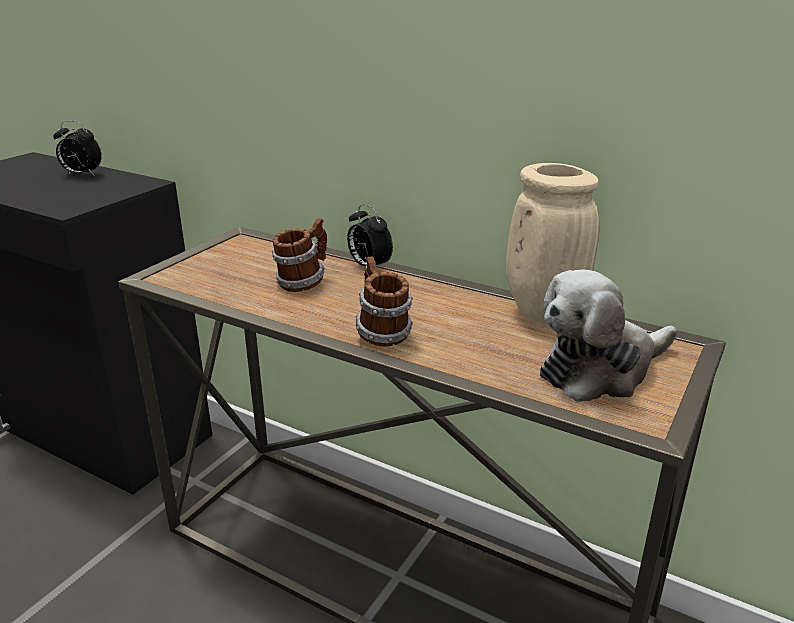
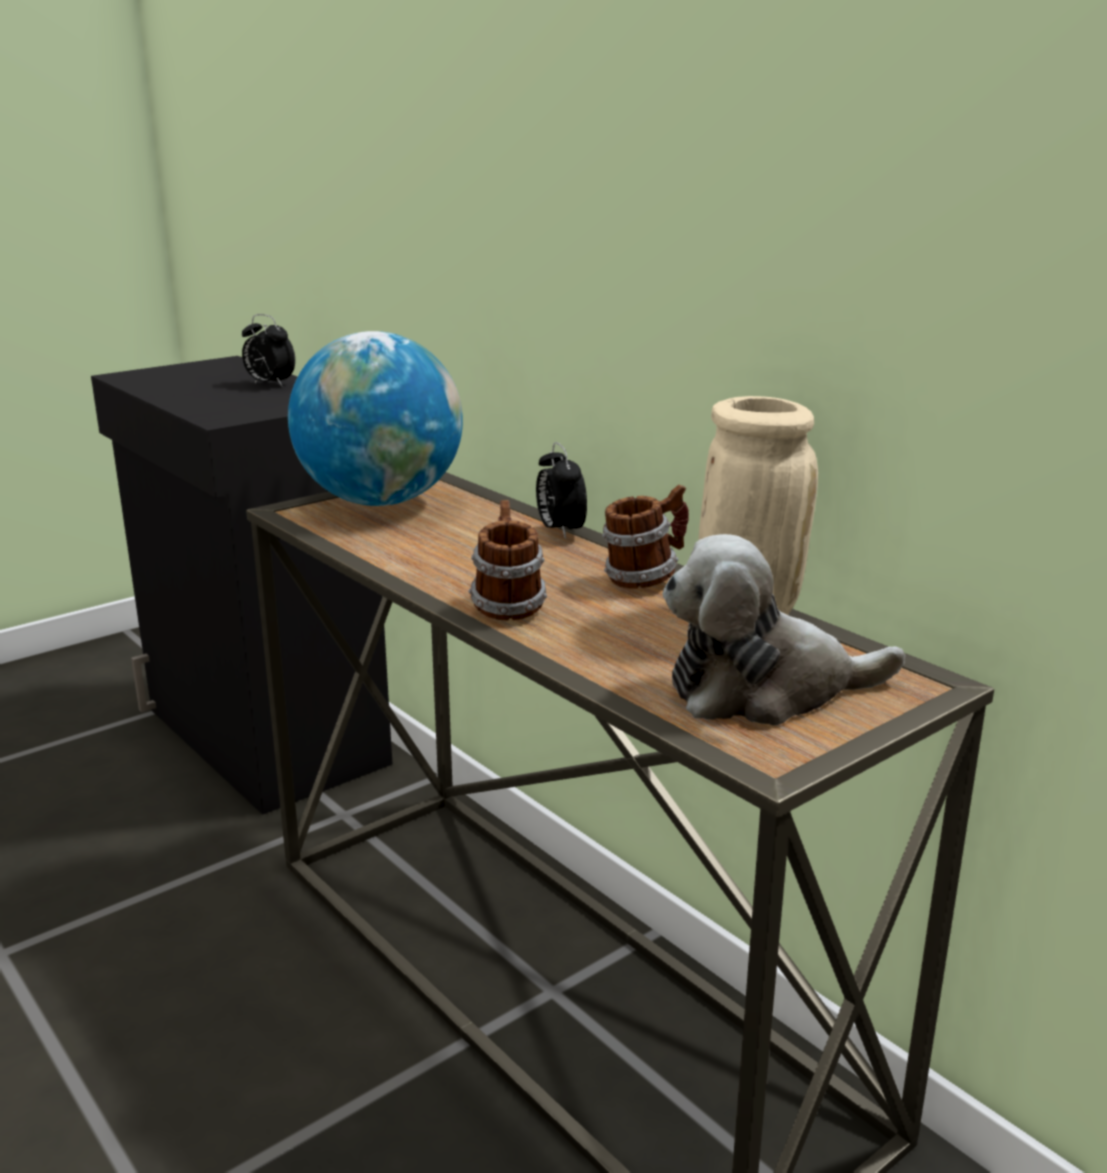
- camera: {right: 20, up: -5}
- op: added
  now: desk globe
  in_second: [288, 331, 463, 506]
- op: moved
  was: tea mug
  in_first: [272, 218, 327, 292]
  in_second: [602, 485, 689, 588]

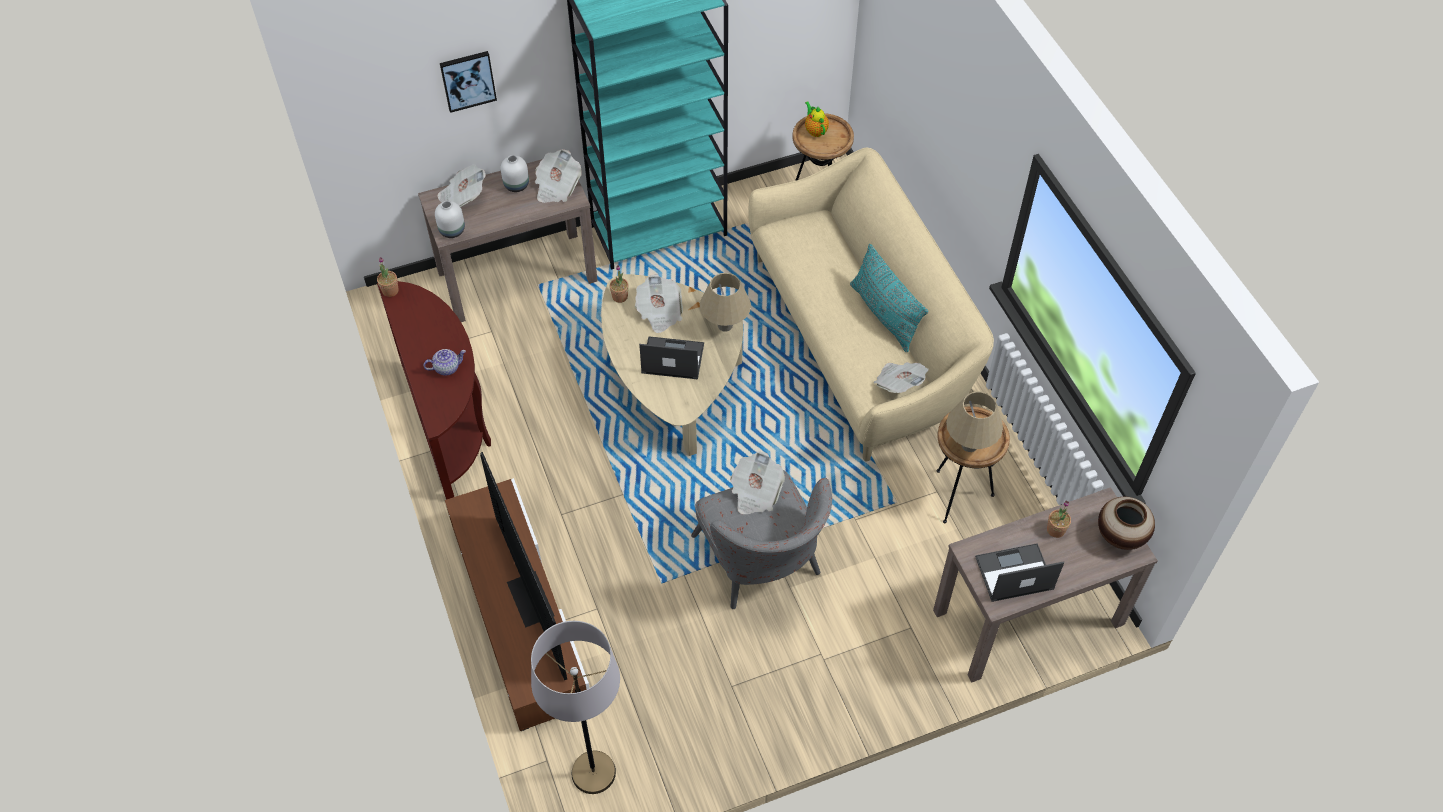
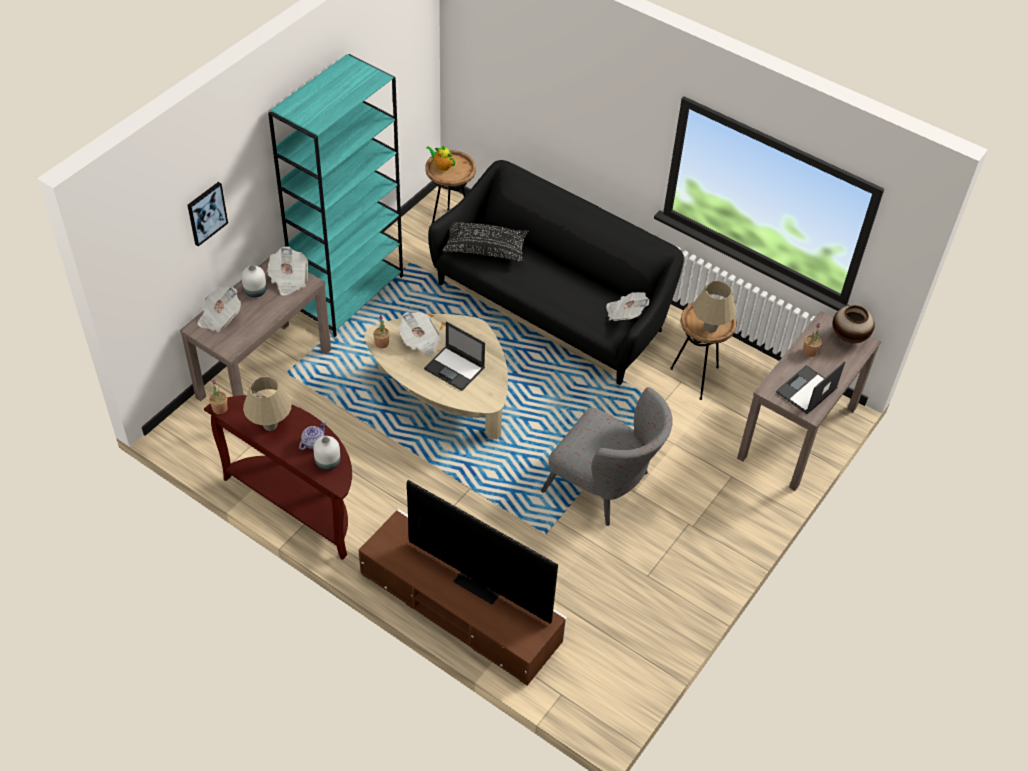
- camera: {right: -35, up: -5}
- op: removed
  was: greyish standard lamp
  in_first: [531, 621, 620, 794]
- op: removed
  was: daily paper
  in_first: [730, 452, 785, 514]
- op: removed
  was: turquoise pillow
  in_first: [850, 244, 928, 352]
- op: added
  now: black-coloured pillow
  in_second: [442, 221, 529, 262]
- op: moved
  was: whitish decorative vase
  in_first: [435, 201, 465, 238]
  in_second: [313, 436, 341, 470]
- op: moved
  was: beige tabletop lamp
  in_first: [700, 273, 751, 332]
  in_second: [243, 376, 292, 431]
- op: recoloured
  was: beige sofa
  now: black-coloured sofa
  in_first: [748, 148, 994, 461]
  in_second: [428, 160, 684, 385]
- op: turned
  was: laptop
  in_first: [639, 336, 704, 379]
  in_second: [424, 321, 485, 391]
  clockwise: -120

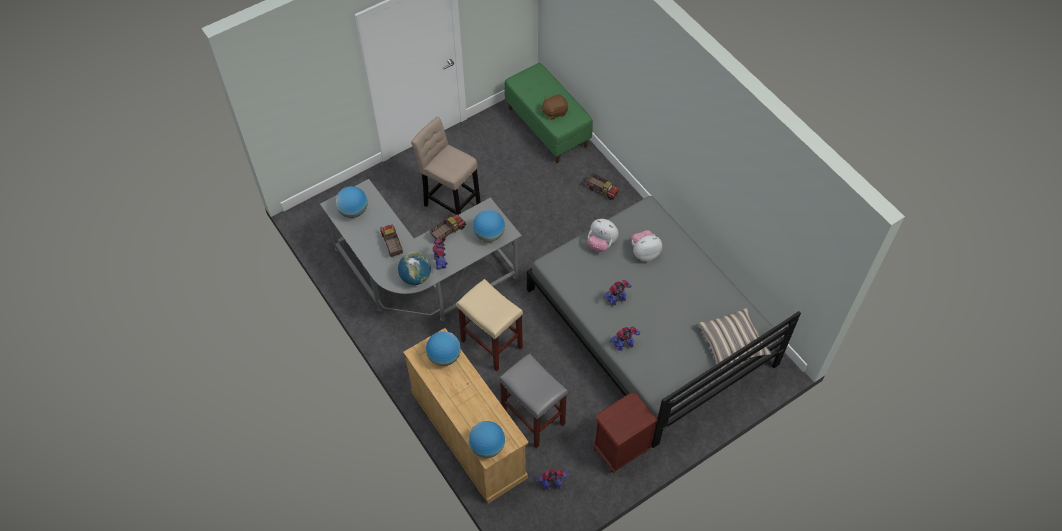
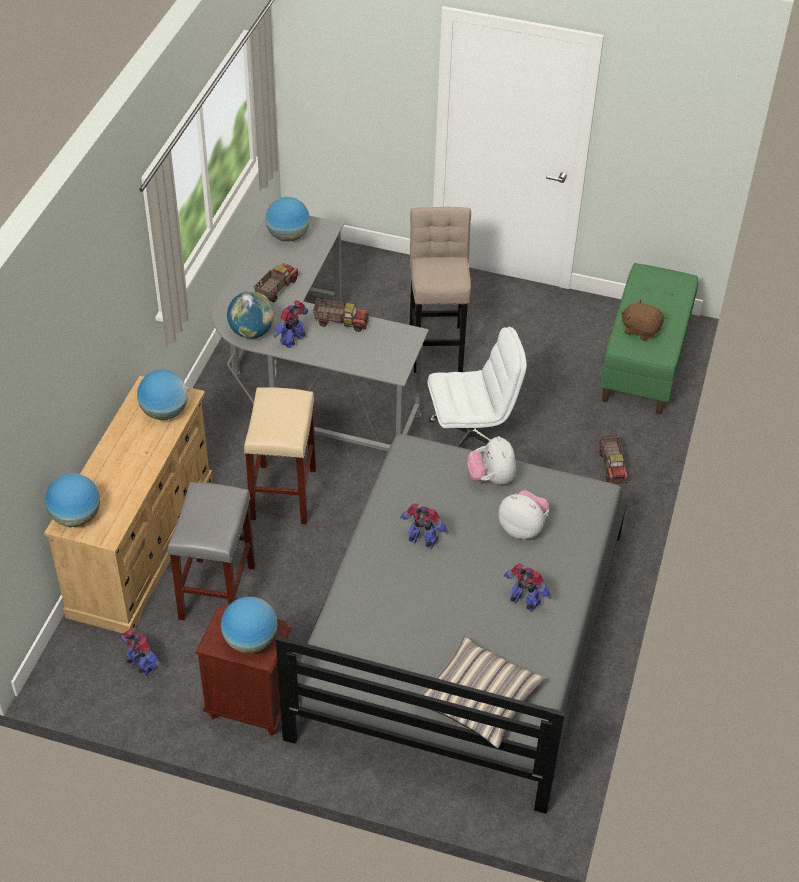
- camera: {right: 50, up: -10}
- op: added
  now: whitish desk chair
  in_second: [427, 327, 527, 447]
- op: moved
  was: desk globe
  in_first: [473, 210, 505, 242]
  in_second: [221, 597, 278, 653]
- op: moved
  was: toy robot
  in_first: [609, 326, 641, 351]
  in_second: [504, 563, 552, 612]

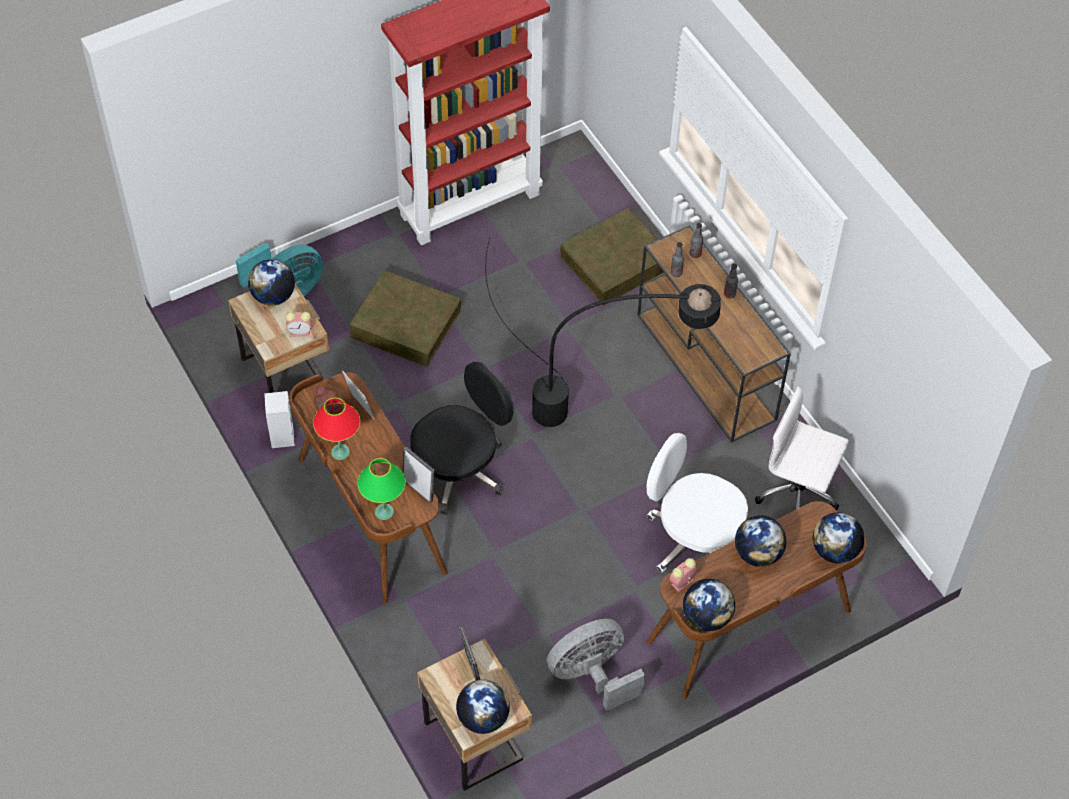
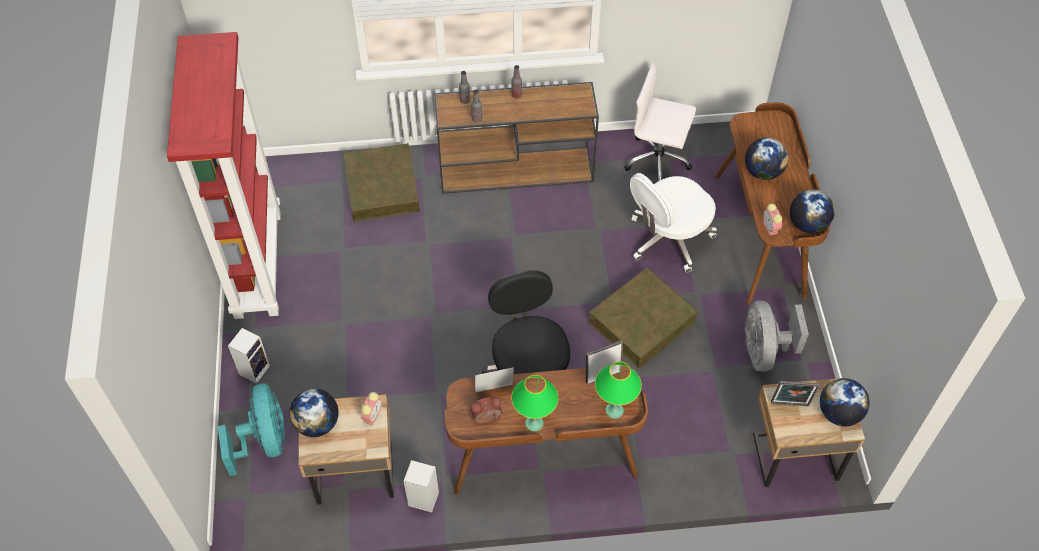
- camera: {right: -65, up: 0}
- op: removed
  was: black-coloured standard lamp
  in_first: [485, 237, 721, 427]
- op: removed
  was: desk globe
  in_first: [813, 512, 864, 564]
- op: added
  now: loudspeaker
  in_second: [228, 328, 270, 384]
- op: moved
  was: brown storage bin
  in_first: [349, 270, 461, 367]
  in_second: [589, 268, 698, 369]
- op: recoloured
  was: reddish tabletop lamp
  now: green tabletop lamp
  in_first: [313, 397, 360, 460]
  in_second: [511, 375, 558, 431]
- op: turned
  was: whitish desk chair
  in_first: [755, 387, 849, 511]
  in_second: [624, 63, 696, 181]
  clockwise: 60

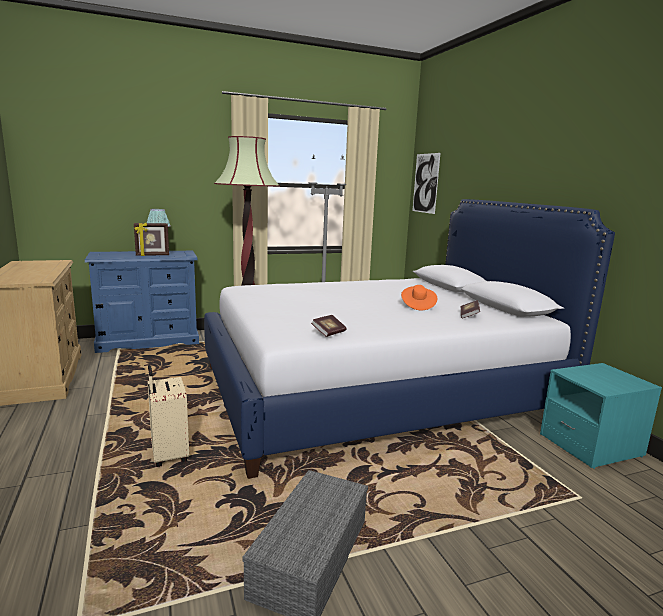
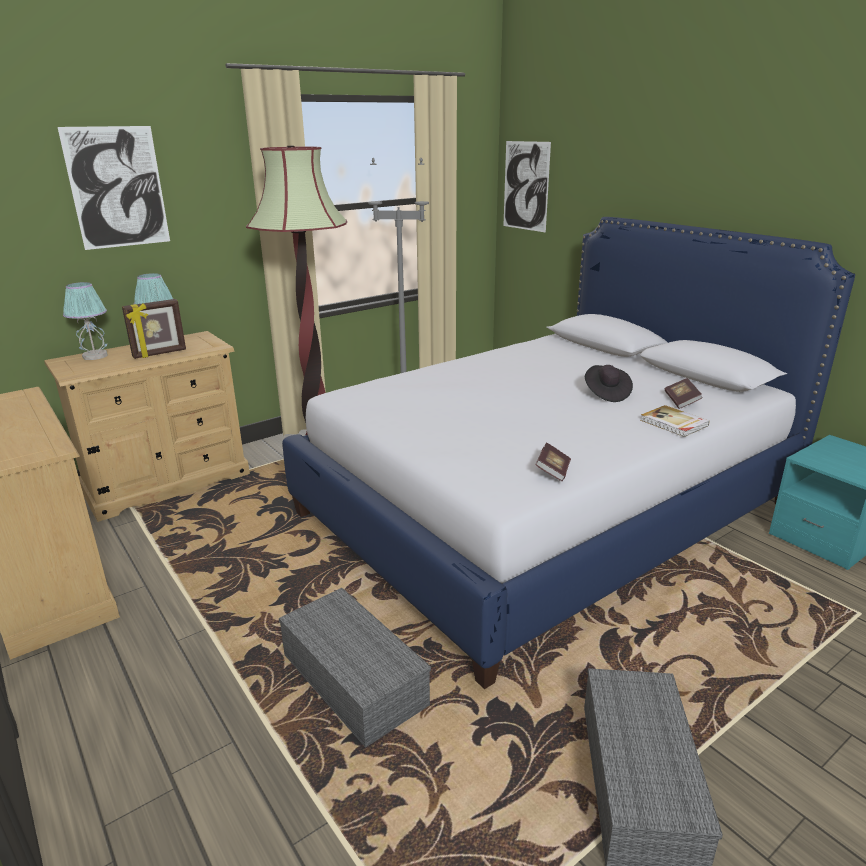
- camera: {right: -15, up: 10}
- op: added
  now: wall picture
  in_second: [57, 126, 170, 250]
- op: added
  now: tabletop lamp
  in_second: [63, 282, 107, 360]
- op: added
  now: bound book
  in_second: [640, 405, 709, 437]
- op: replaced
  was: beige piece of luggage
  now: greyish storage bin
  in_first: [148, 365, 189, 467]
  in_second: [279, 588, 431, 748]
- op: recoloured
  was: blue-coloured dresser
  now: beige dresser
  in_first: [85, 251, 199, 353]
  in_second: [44, 331, 250, 522]
- op: recoloured
  was: orange-coloured clothing hat
  now: black-coloured clothing hat
  in_first: [401, 285, 437, 310]
  in_second: [585, 365, 633, 402]

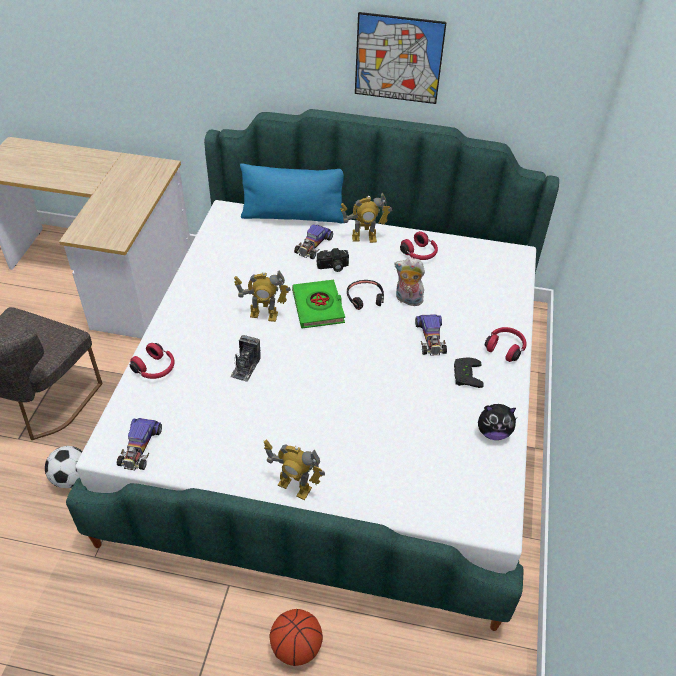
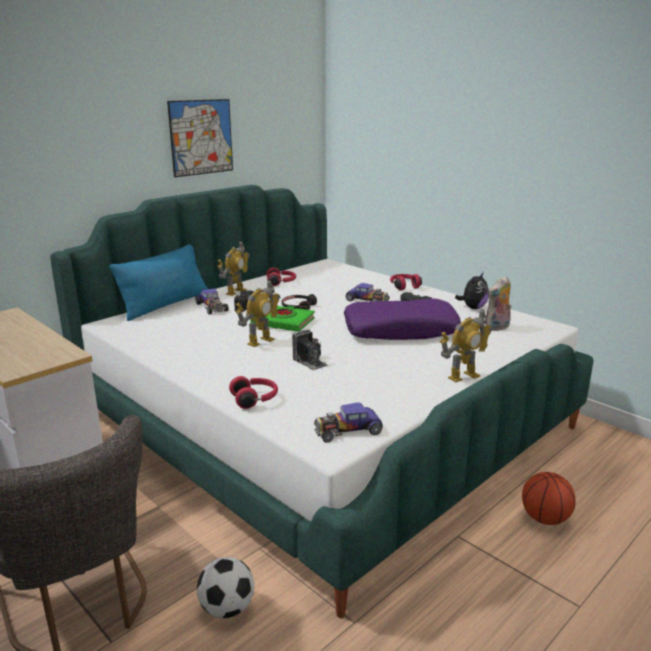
- camera: {right: -55, up: -25}
- op: added
  now: purple-coloured pillow
  in_second: [344, 299, 461, 340]
- op: moved
  was: soft toy
  in_first: [394, 257, 425, 306]
  in_second: [485, 276, 511, 331]
- op: turned
  was: toy car
  in_first: [117, 418, 162, 471]
  in_second: [314, 402, 383, 443]
  clockwise: 120

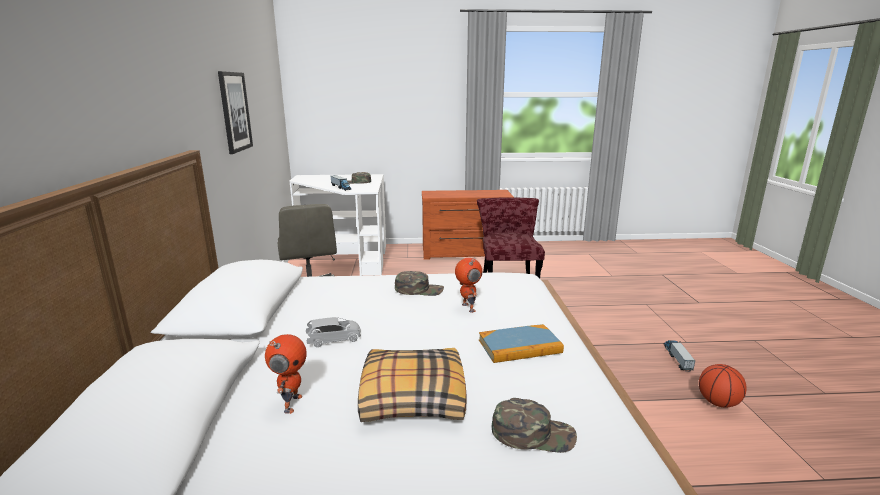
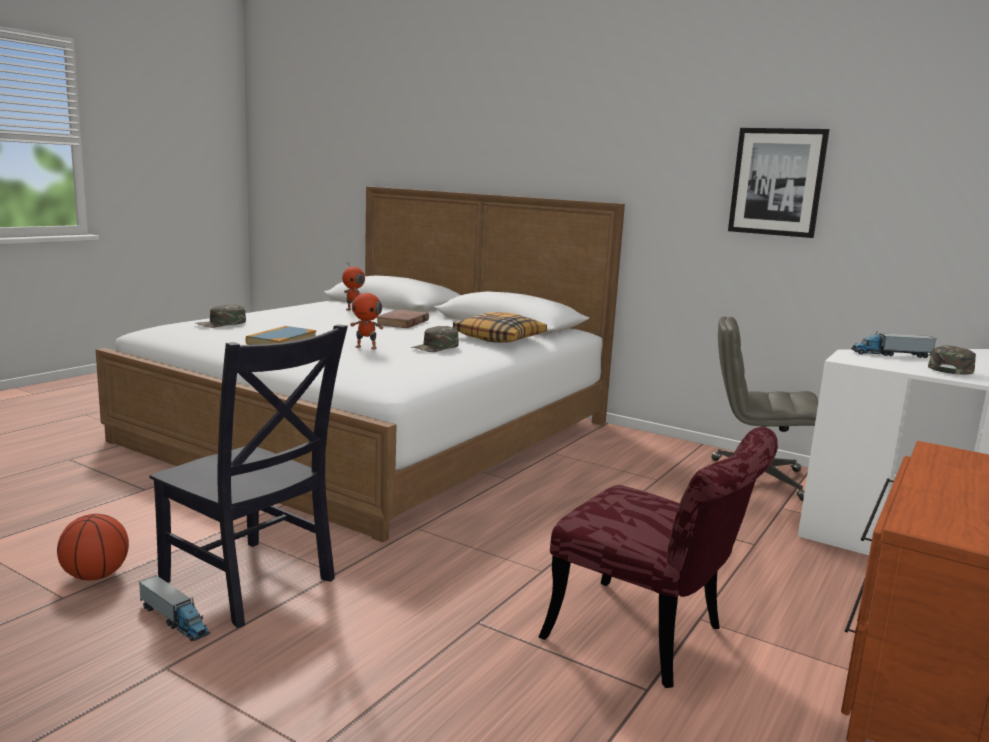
- camera: {right: 125, up: -5}
- op: added
  now: black-coloured chair
  in_second: [149, 324, 348, 628]
- op: moved
  was: pillow
  in_first: [358, 348, 467, 422]
  in_second: [453, 312, 547, 343]
- op: replaced
  was: greyish toy car
  now: brown bound book
  in_first: [306, 317, 361, 347]
  in_second: [376, 309, 429, 328]

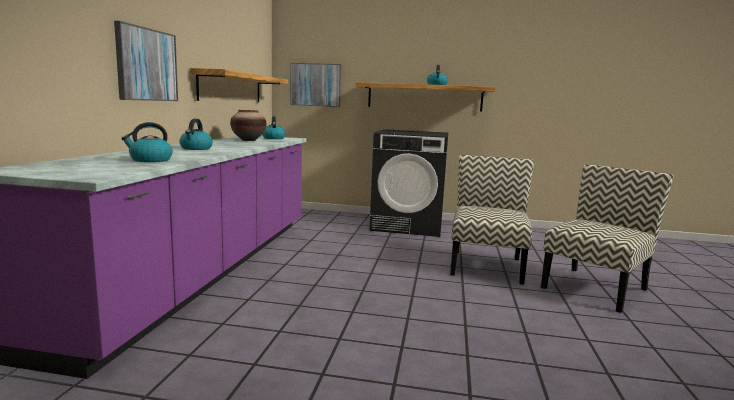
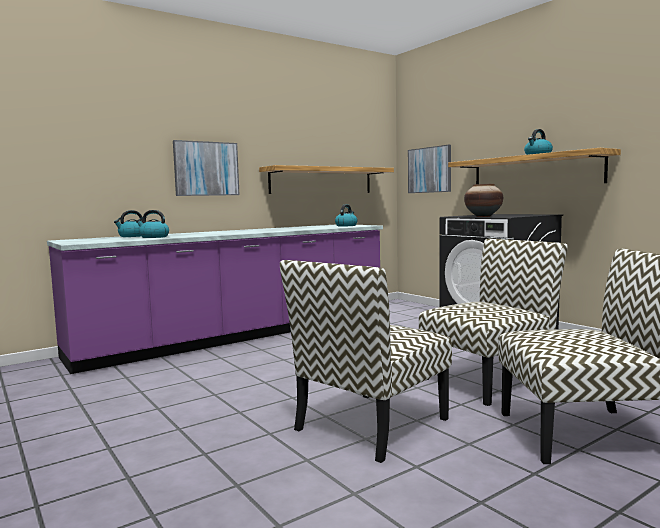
- camera: {right: 45, up: -5}
- op: added
  now: chair
  in_second: [280, 260, 452, 463]
- op: moved
  was: water kettle
  in_first: [179, 119, 213, 150]
  in_second: [114, 210, 142, 237]
- op: moved
  was: decorative vase
  in_first: [230, 110, 267, 141]
  in_second: [464, 184, 503, 217]

